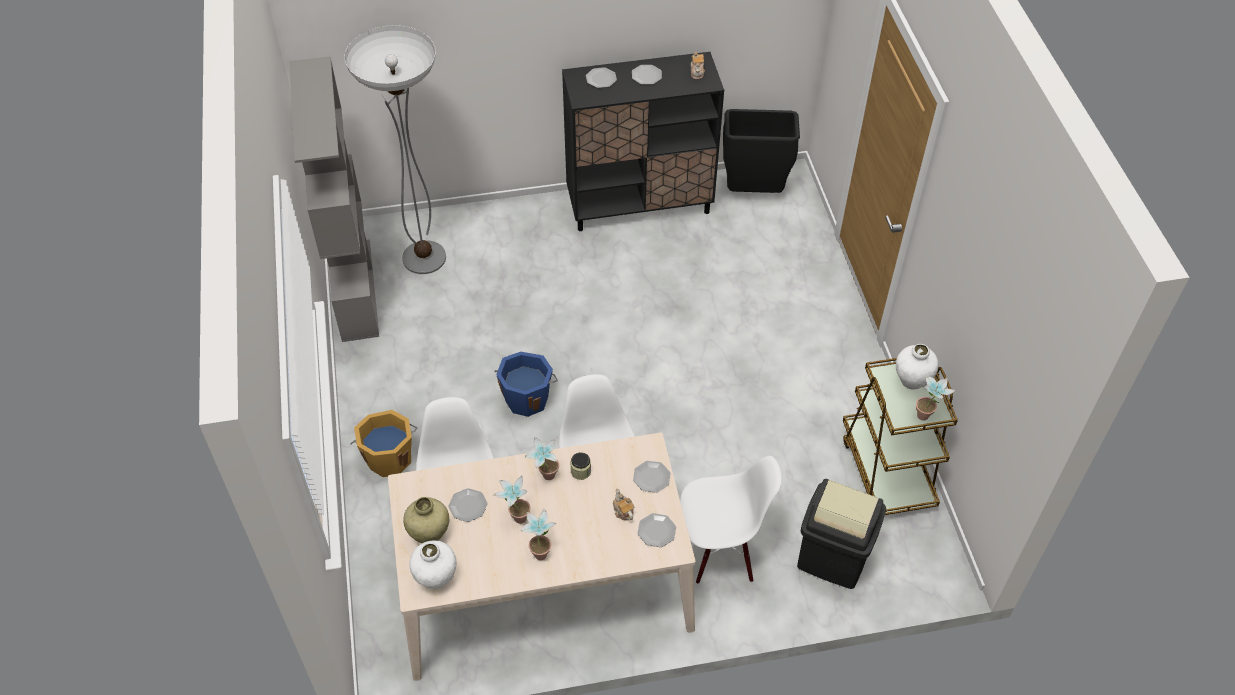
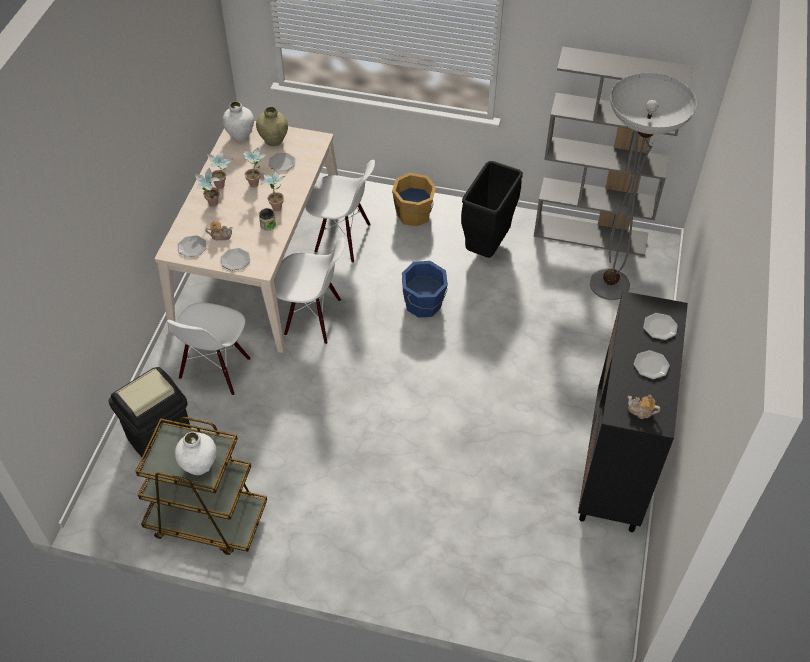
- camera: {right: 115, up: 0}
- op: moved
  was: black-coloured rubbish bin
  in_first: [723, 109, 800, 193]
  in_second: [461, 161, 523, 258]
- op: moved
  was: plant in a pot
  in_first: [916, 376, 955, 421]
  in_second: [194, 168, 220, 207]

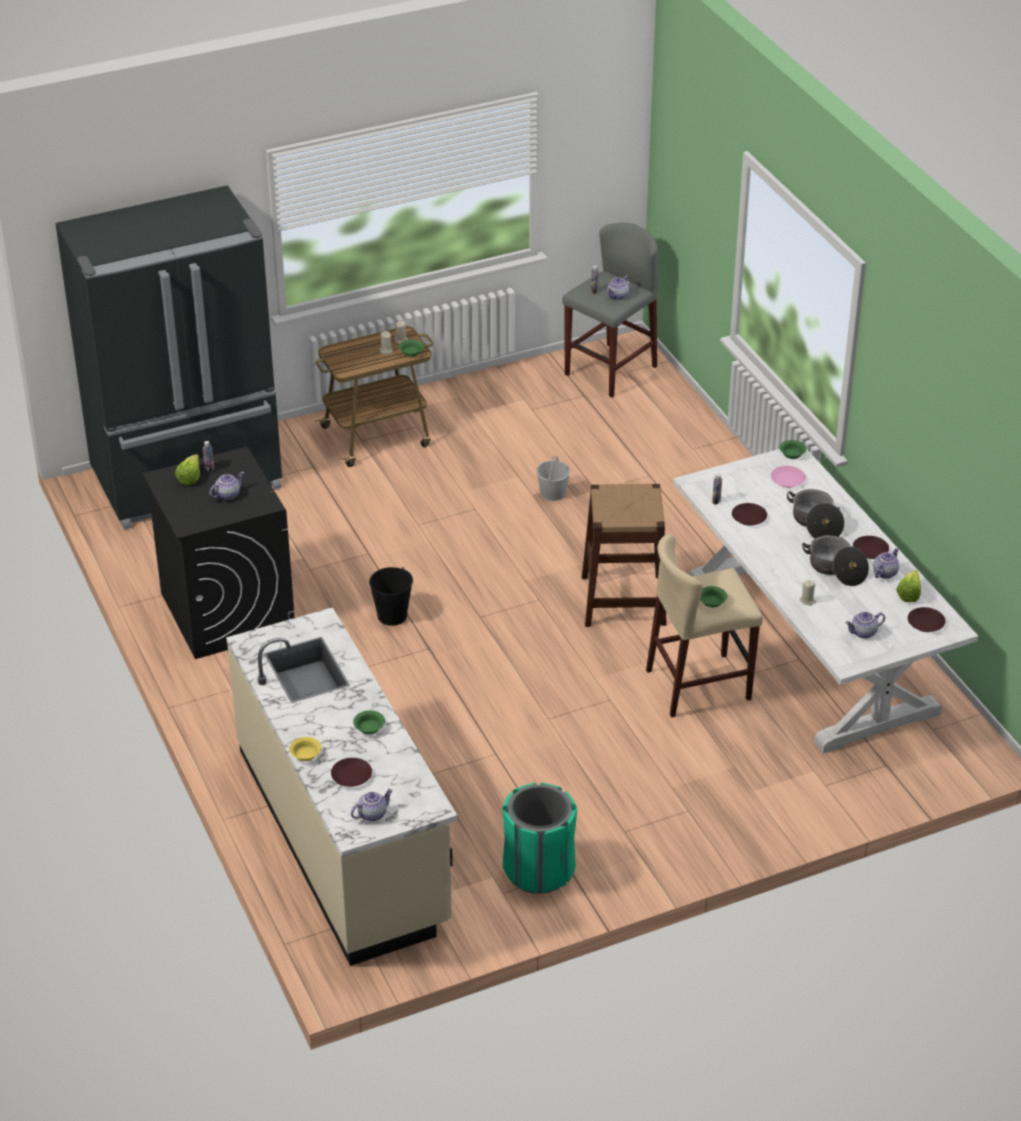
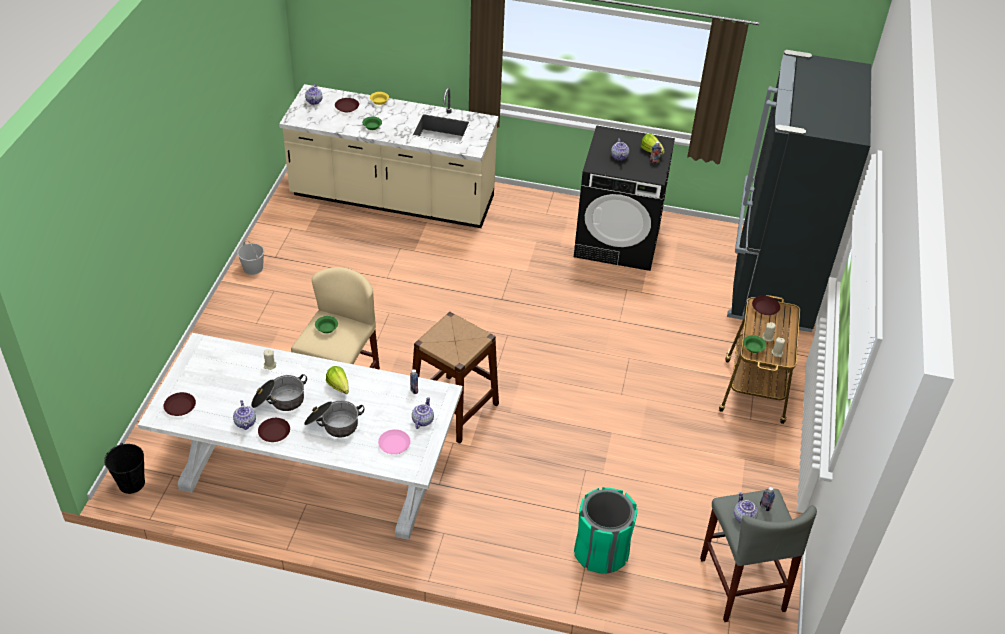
- camera: {right: 125, up: 5}
- op: removed
  was: green serving bowl
  in_first: [779, 440, 807, 459]
- op: moved
  was: black-coloured water bucket
  in_first: [369, 567, 413, 626]
  in_second: [104, 443, 145, 494]
- op: moved
  was: green rubbish bin
  in_first: [502, 783, 577, 894]
  in_second: [574, 487, 637, 574]
- op: moved
  was: whitish water bucket
  in_first: [536, 456, 570, 501]
  in_second: [237, 241, 264, 275]
- op: moved
  was: brown plate
  in_first: [732, 503, 767, 526]
  in_second: [752, 296, 780, 315]
- op: moved
  was: pot for tea
  in_first: [845, 611, 885, 639]
  in_second: [412, 397, 434, 429]
- op: moved
  was: lettuce head
  in_first: [896, 570, 921, 602]
  in_second: [326, 366, 349, 394]

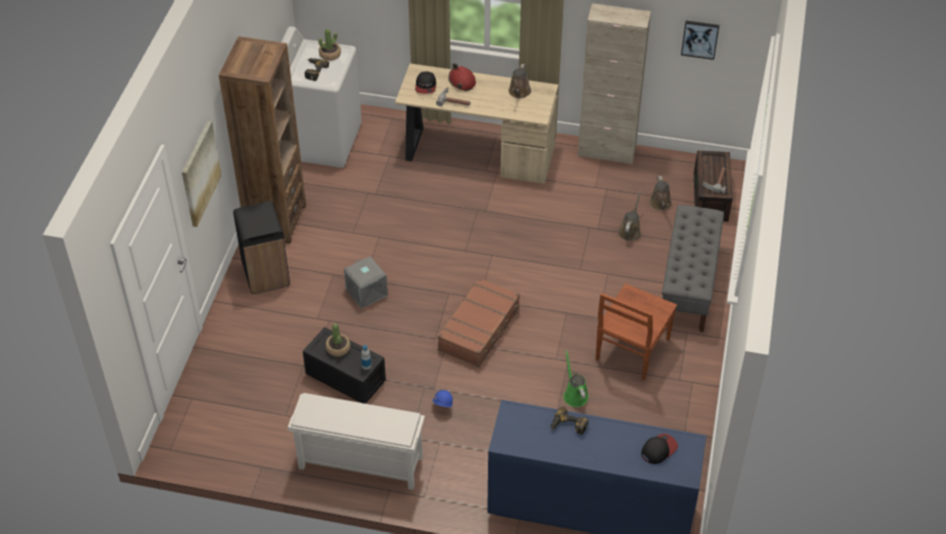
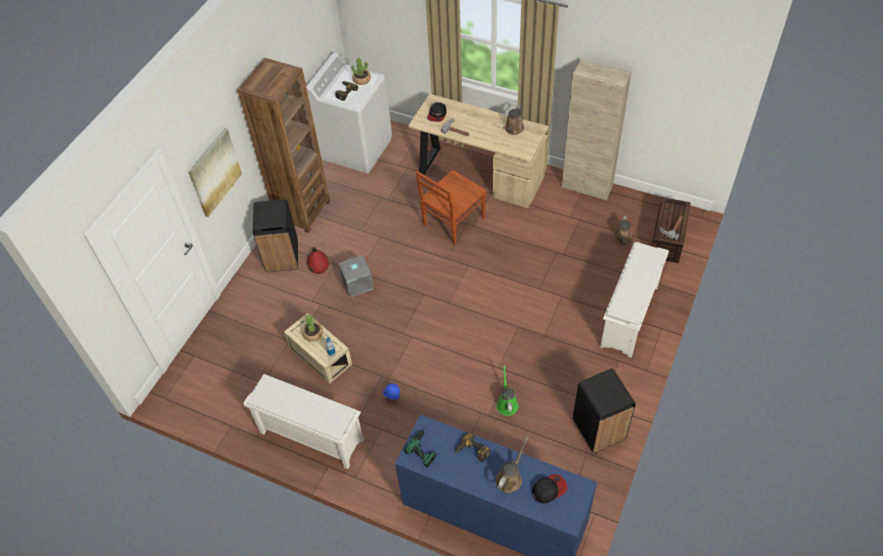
- camera: {right: 15, up: 5}
- op: removed
  was: brown piece of luggage
  in_first: [438, 278, 520, 367]
- op: removed
  was: wall picture
  in_first: [681, 21, 719, 60]
- op: added
  now: power drill
  in_second: [404, 427, 436, 468]
- op: added
  now: black-coloured rubbish bin
  in_second: [573, 368, 636, 453]
- op: moved
  was: reddish hard hat
  in_first: [449, 63, 476, 91]
  in_second: [307, 247, 329, 274]
- op: moved
  was: brown chair
  in_first: [596, 284, 677, 380]
  in_second: [416, 170, 487, 245]
- op: moved
  was: brown watering pot
  in_first: [618, 191, 641, 241]
  in_second: [495, 436, 528, 493]
- op: replaced
  was: greyish long seat
  now: whitish shoe shelf
  in_first: [662, 205, 724, 332]
  in_second: [600, 242, 669, 358]
- op: recoloured
  was: black-coloured storage bin
  now: beige storage bin
  in_first: [303, 327, 386, 404]
  in_second: [284, 313, 352, 384]

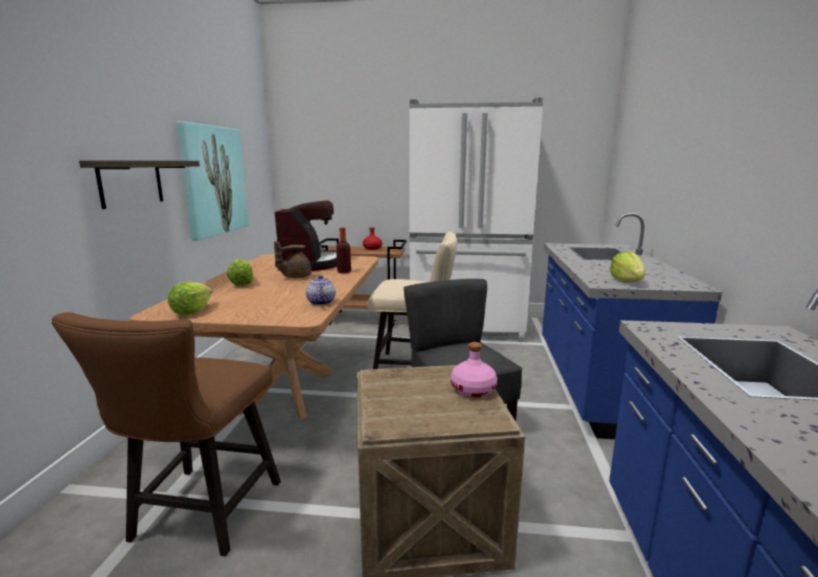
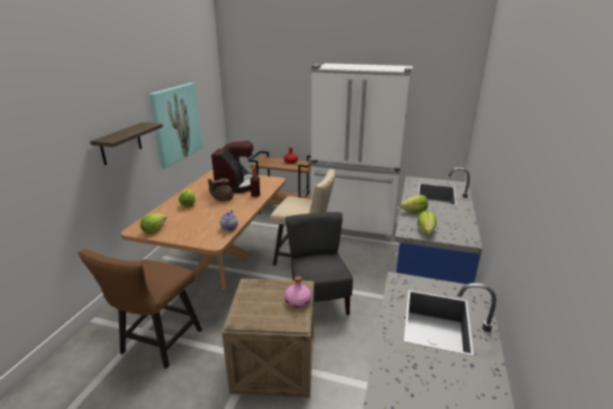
- camera: {right: 10, up: 10}
- op: added
  now: lettuce head
  in_second: [400, 195, 428, 212]

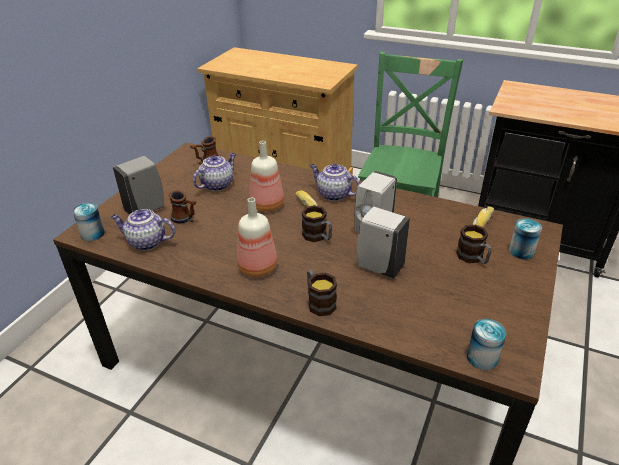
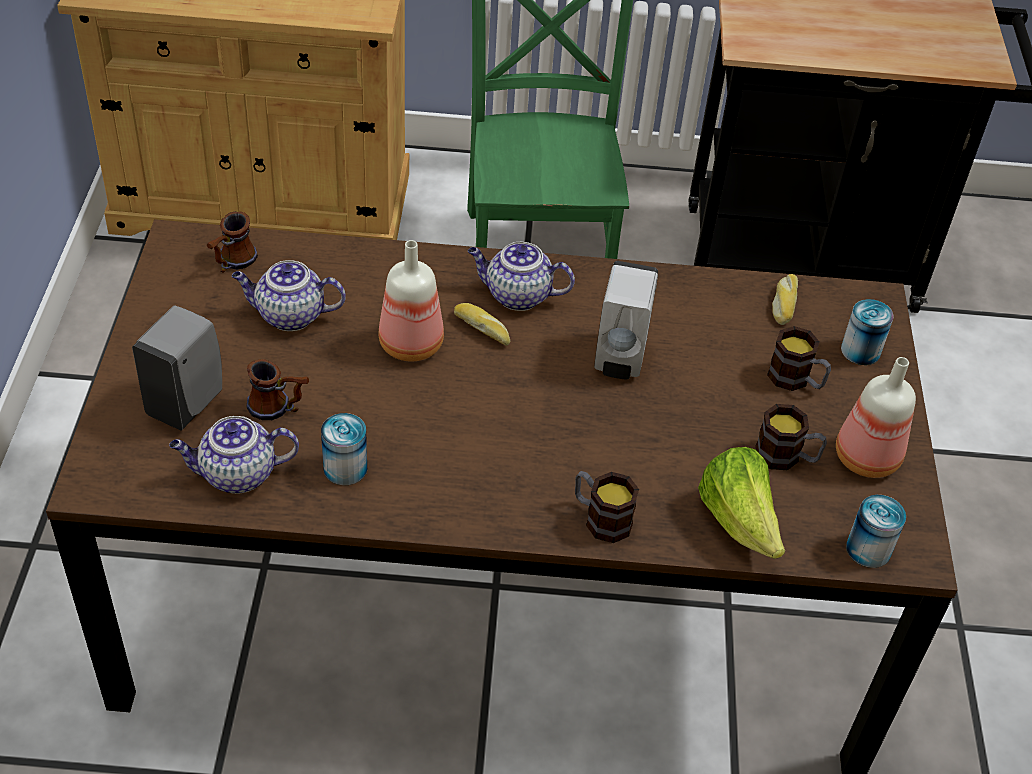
- camera: {right: -25, up: 10}
- op: removed
  was: whitish soap bottle
  in_first: [357, 207, 410, 279]
- op: added
  now: lettuce head
  in_second: [698, 447, 785, 559]
- op: moved
  was: sealed can
  in_first: [73, 203, 105, 241]
  in_second: [321, 413, 367, 485]
- op: moved
  was: bottle
  in_first: [237, 198, 277, 277]
  in_second: [836, 357, 916, 478]
- op: moved
  was: tea mug
  in_first: [301, 205, 332, 242]
  in_second: [755, 404, 827, 470]
- op: turned
  was: pot for tea
  in_first: [193, 153, 236, 191]
  in_second: [232, 260, 346, 331]
  clockwise: -105

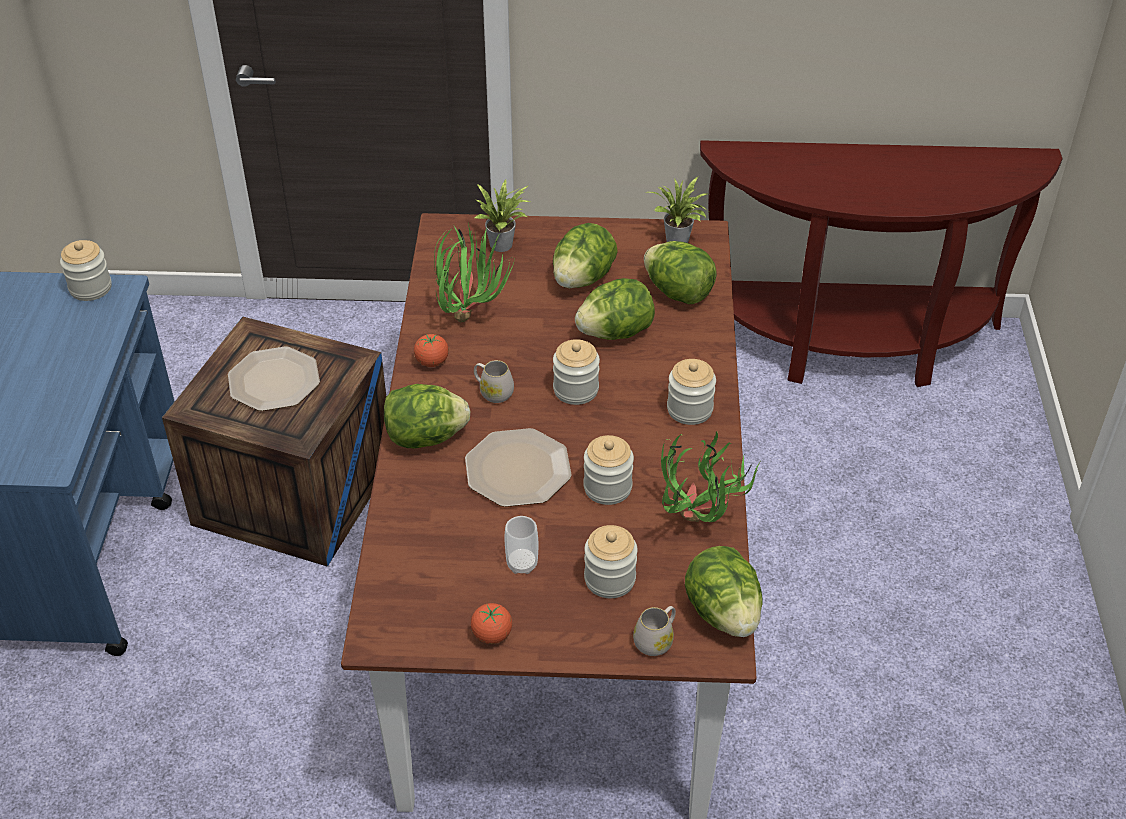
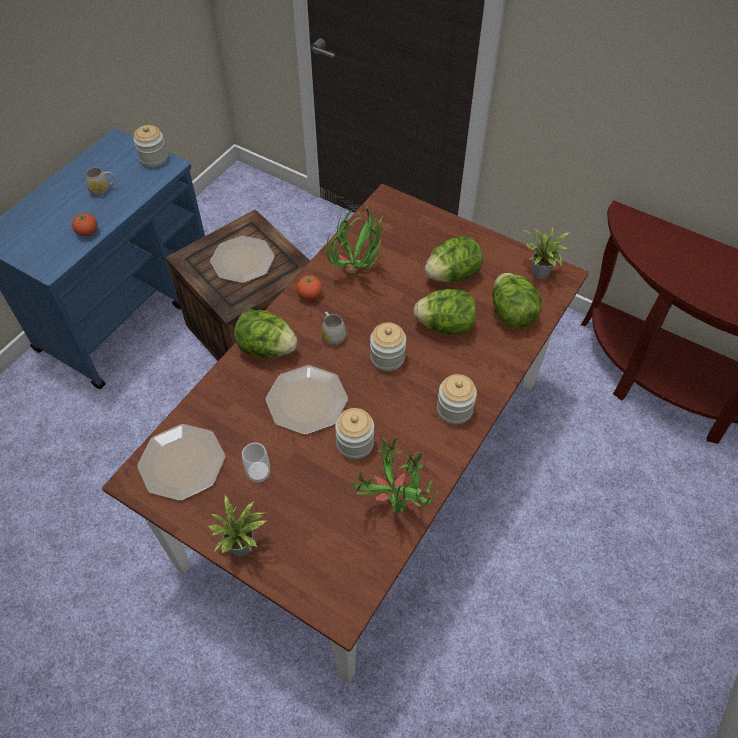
- camera: {right: 30, up: 10}
- op: removed
  was: preserve jar
  in_first: [584, 525, 638, 598]
- op: removed
  was: lettuce head
  in_first: [685, 546, 762, 637]
- op: added
  now: plate
  in_second: [137, 424, 225, 501]
- op: moved
  was: whole tomato
  in_first: [471, 603, 512, 644]
  in_second: [72, 213, 97, 236]
- op: moved
  was: plant in a pot
  in_first: [475, 180, 530, 252]
  in_second: [209, 495, 267, 557]
- op: moved
  was: whitish tea mug
  in_first: [633, 606, 676, 656]
  in_second: [86, 167, 115, 196]

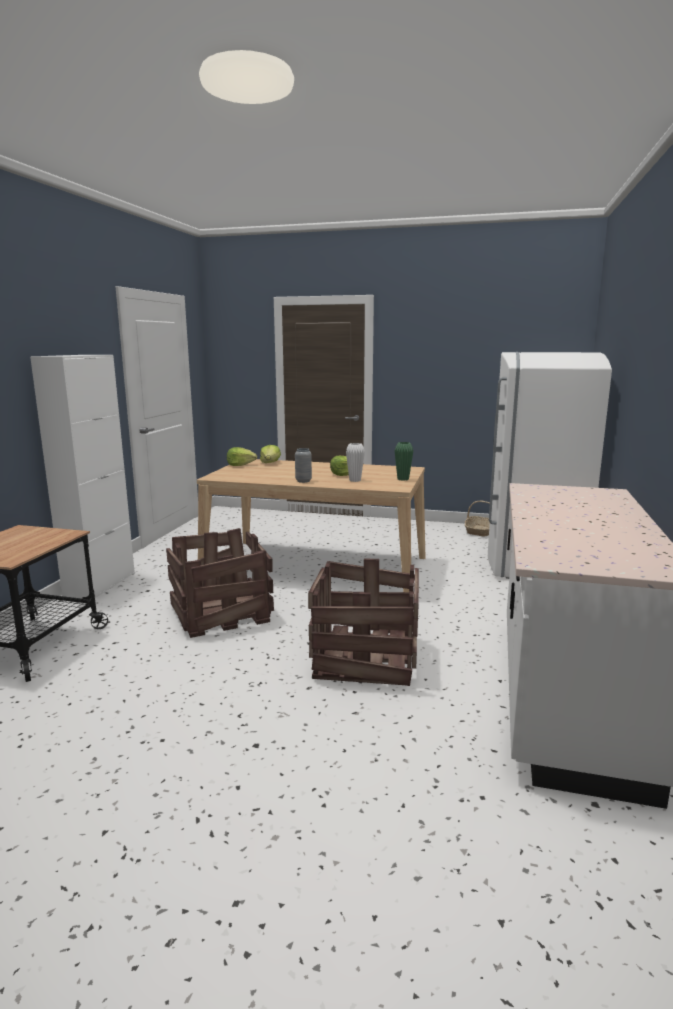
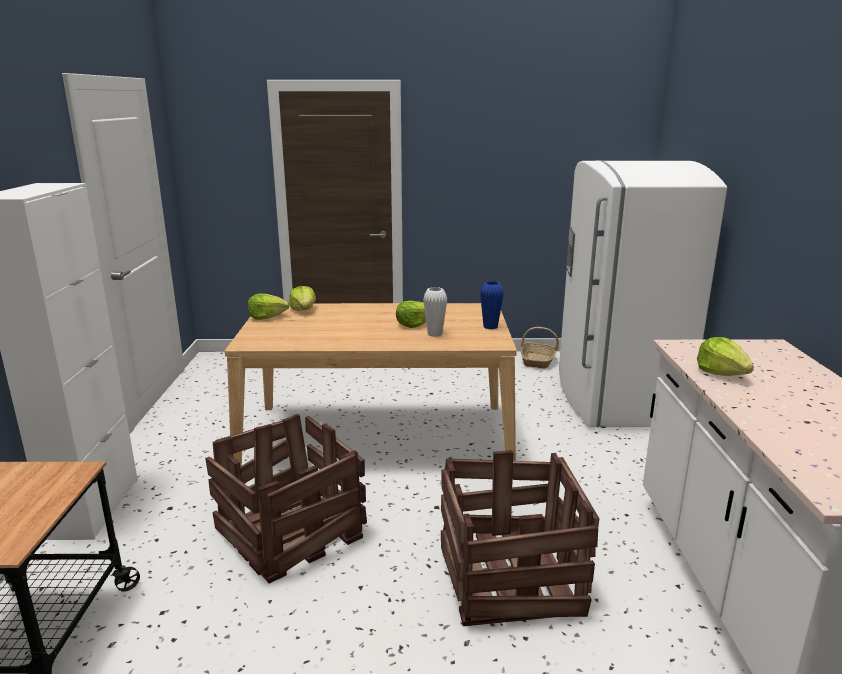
- camera: {right: -15, up: 5}
- op: removed
  was: greyish decorative vase
  in_first: [295, 448, 312, 483]
- op: added
  now: lettuce head
  in_second: [697, 337, 754, 376]
- op: recoloured
  was: green decorative vase
  now: blue-coloured decorative vase
  in_first: [395, 442, 413, 481]
  in_second: [480, 281, 504, 329]

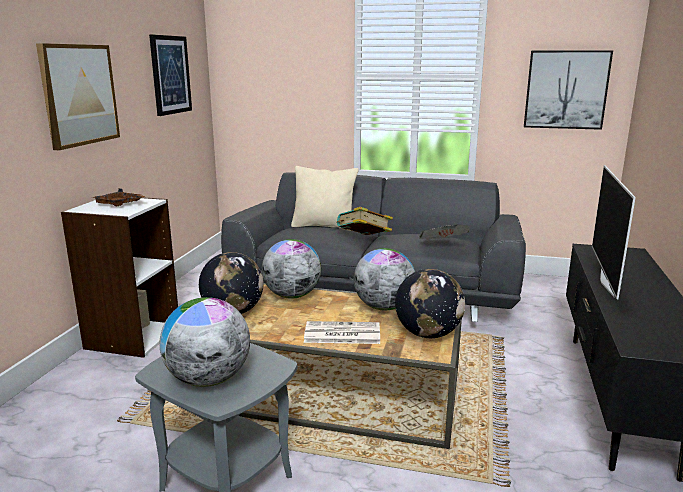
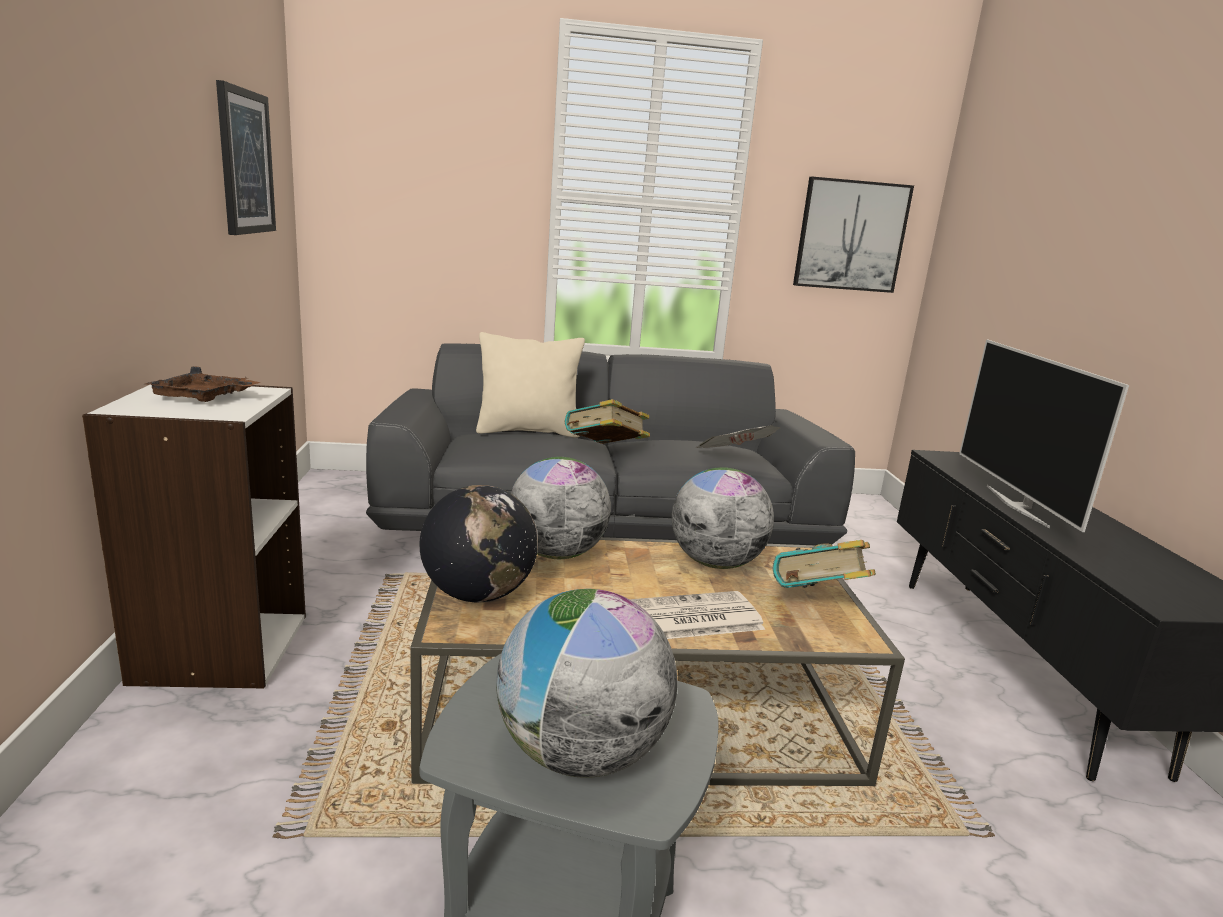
- camera: {right: -20, up: 0}
- op: removed
  was: wall picture
  in_first: [36, 43, 120, 150]
- op: replaced
  was: desk globe
  now: bound book
  in_first: [395, 269, 465, 338]
  in_second: [773, 540, 876, 588]

